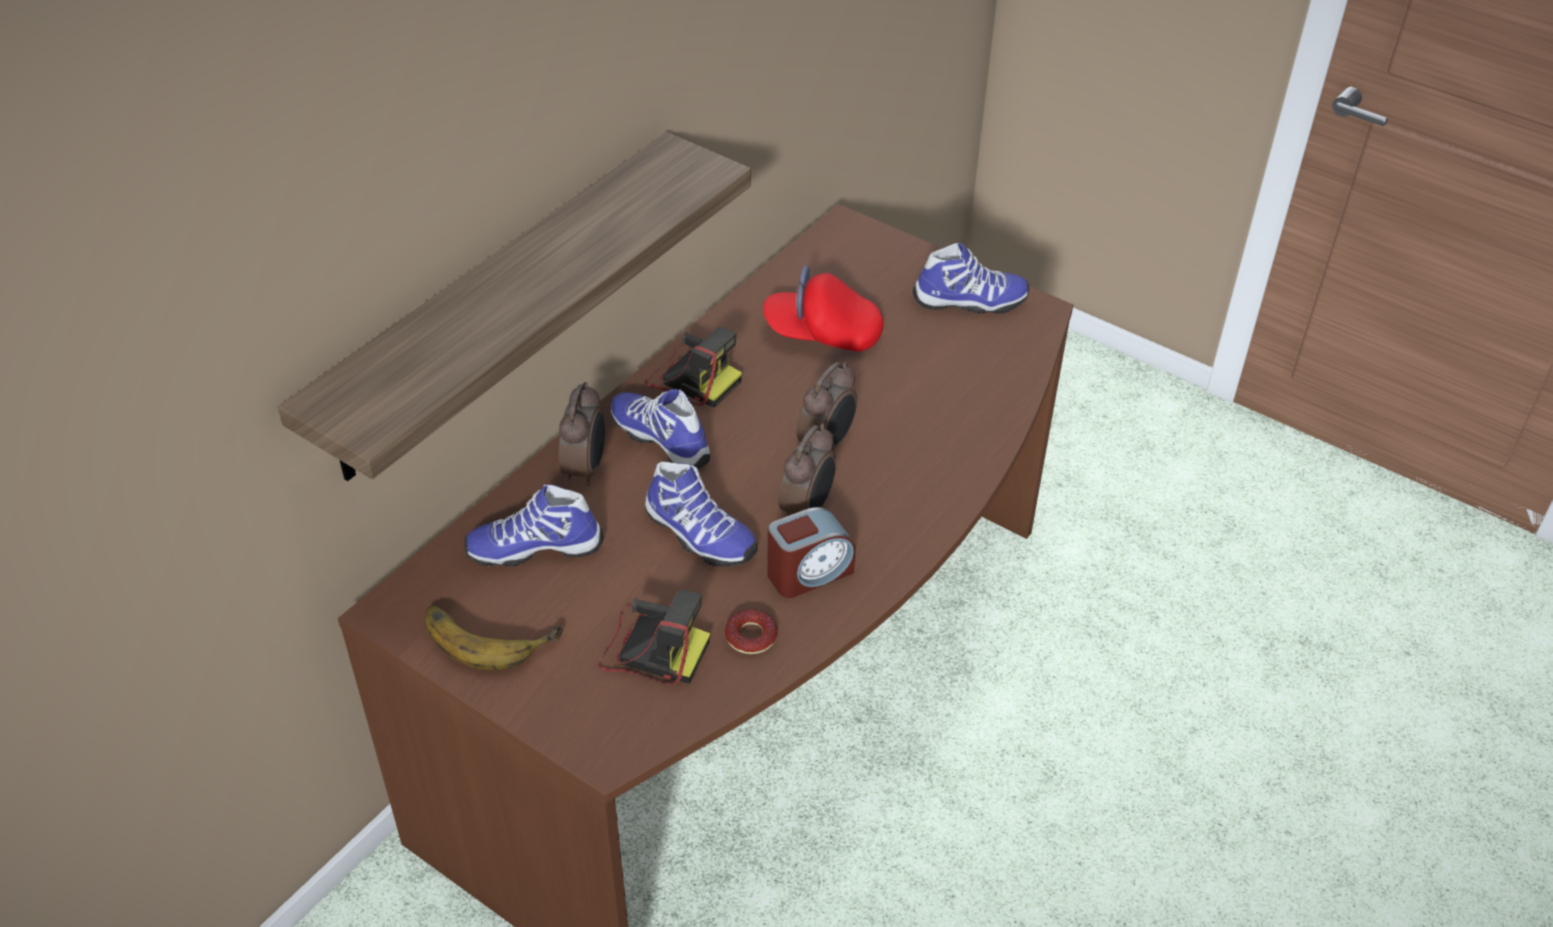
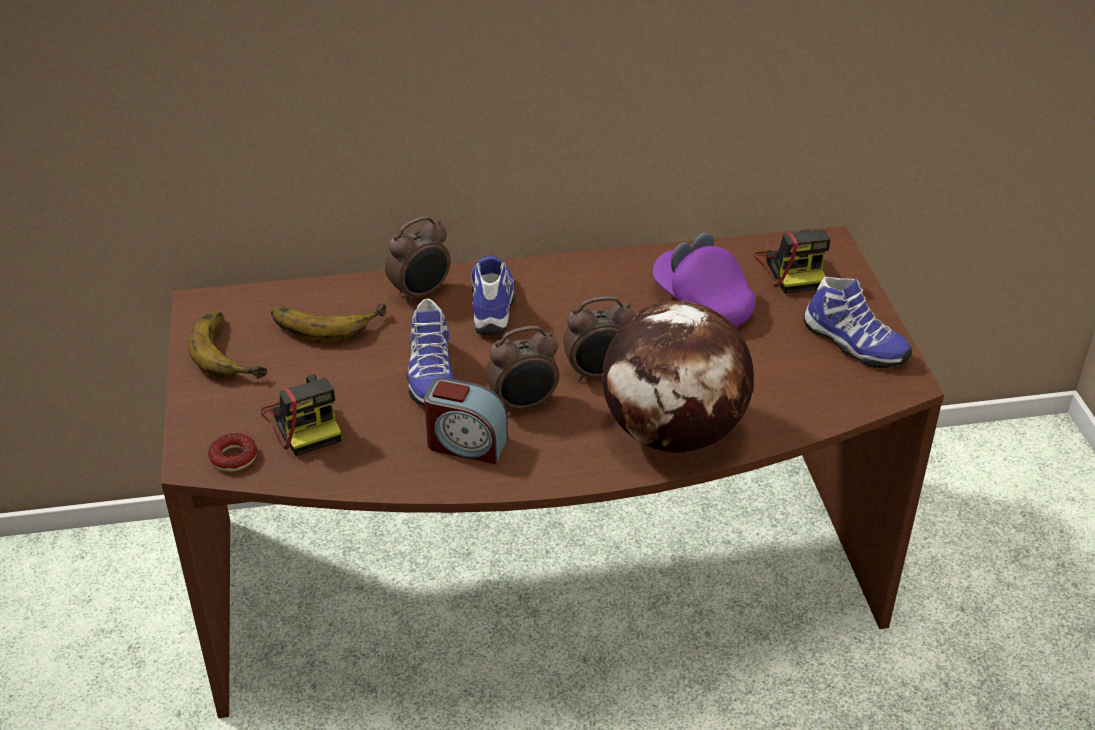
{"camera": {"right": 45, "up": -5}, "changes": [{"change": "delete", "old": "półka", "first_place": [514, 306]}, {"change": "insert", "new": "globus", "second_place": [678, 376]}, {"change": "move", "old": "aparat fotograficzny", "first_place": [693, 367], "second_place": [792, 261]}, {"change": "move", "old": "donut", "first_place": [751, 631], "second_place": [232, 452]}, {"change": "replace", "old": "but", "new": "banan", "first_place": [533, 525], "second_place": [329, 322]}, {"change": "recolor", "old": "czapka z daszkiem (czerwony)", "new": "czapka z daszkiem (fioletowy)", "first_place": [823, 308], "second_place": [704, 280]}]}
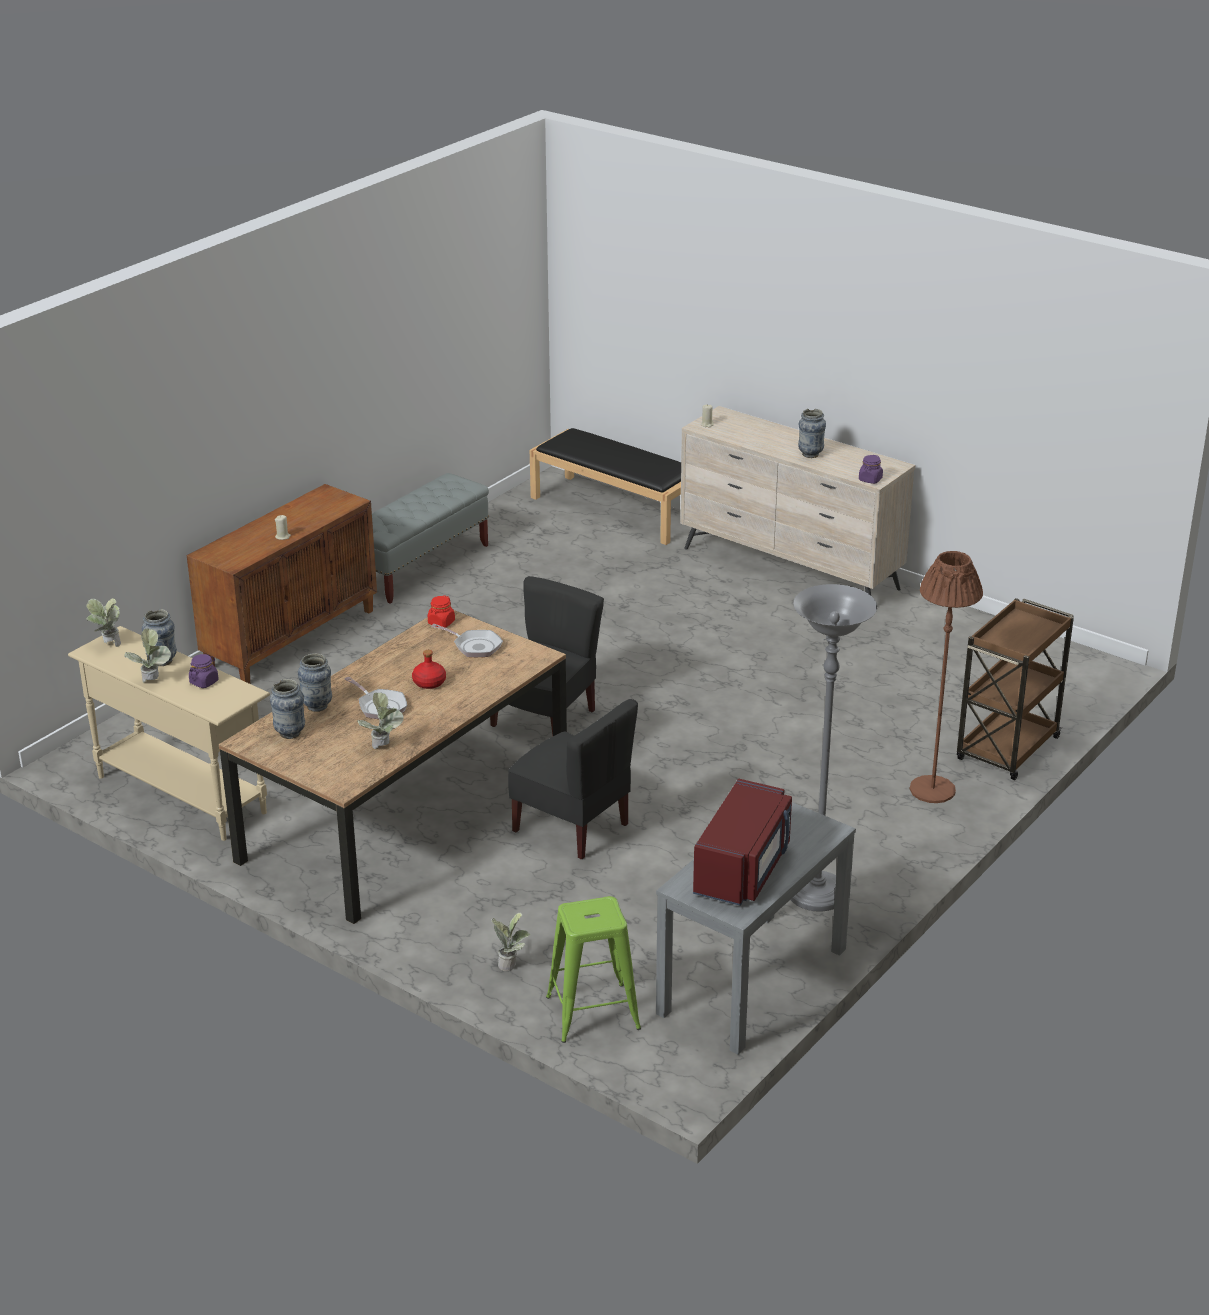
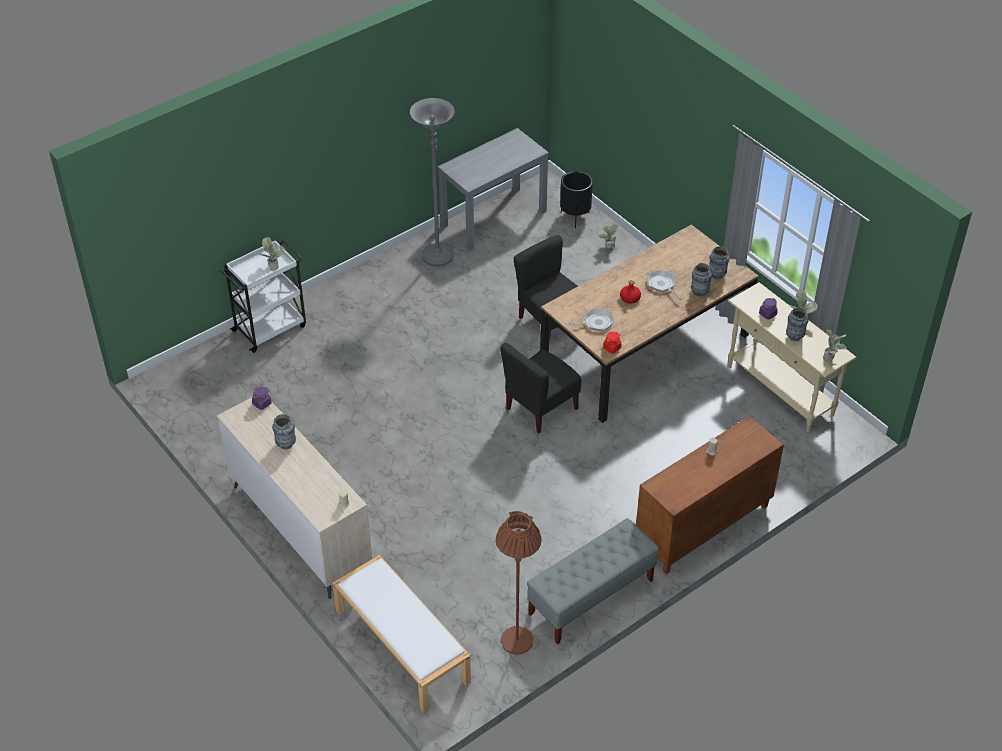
{"camera": {"right": -165, "up": 15}, "changes": [{"change": "delete", "old": "mikrofalówka (czerwony)", "first_place": [742, 842]}, {"change": "move", "old": "roślina doniczkowa", "first_place": [380, 720], "second_place": [271, 254]}, {"change": "move", "old": "lampa stojąca (brązowy)", "first_place": [946, 677], "second_place": [519, 583]}, {"change": "replace", "old": "stołek (zielony)", "new": "donica (czarny)", "first_place": [593, 969], "second_place": [576, 199]}, {"change": "recolor", "old": "ławka (czarny)", "new": "ławka (biały)", "first_place": [605, 486], "second_place": [402, 634]}, {"change": "recolor", "old": "wózek (brązowy)", "new": "wózek (biały)", "first_place": [1015, 689], "second_place": [263, 296]}, {"change": "rotate", "old": "patelnia", "first_place": [467, 640], "second_place": [589, 320], "degrees": 120}]}
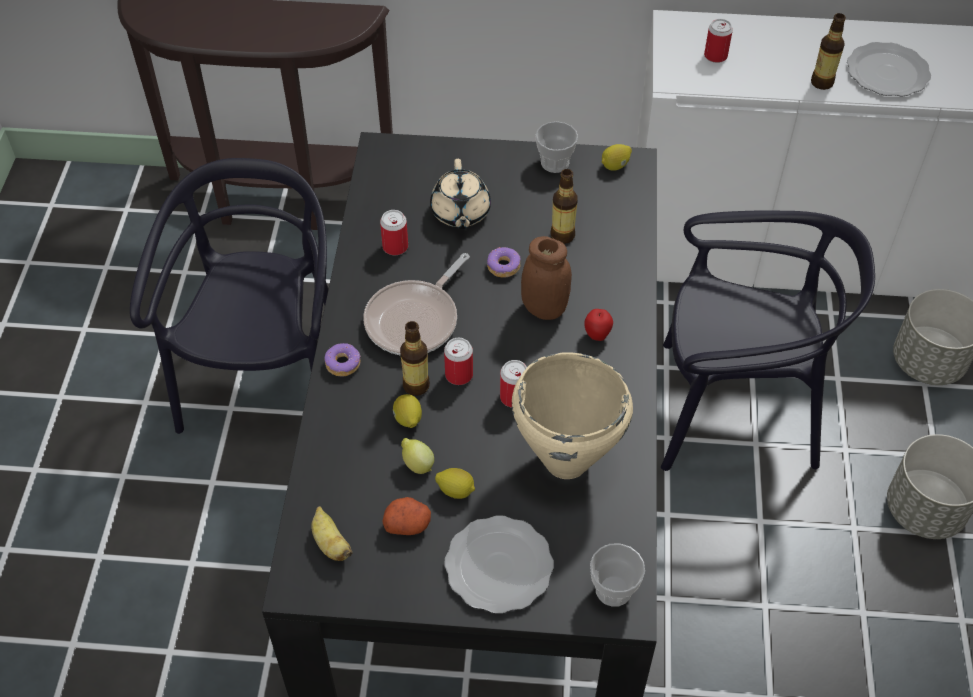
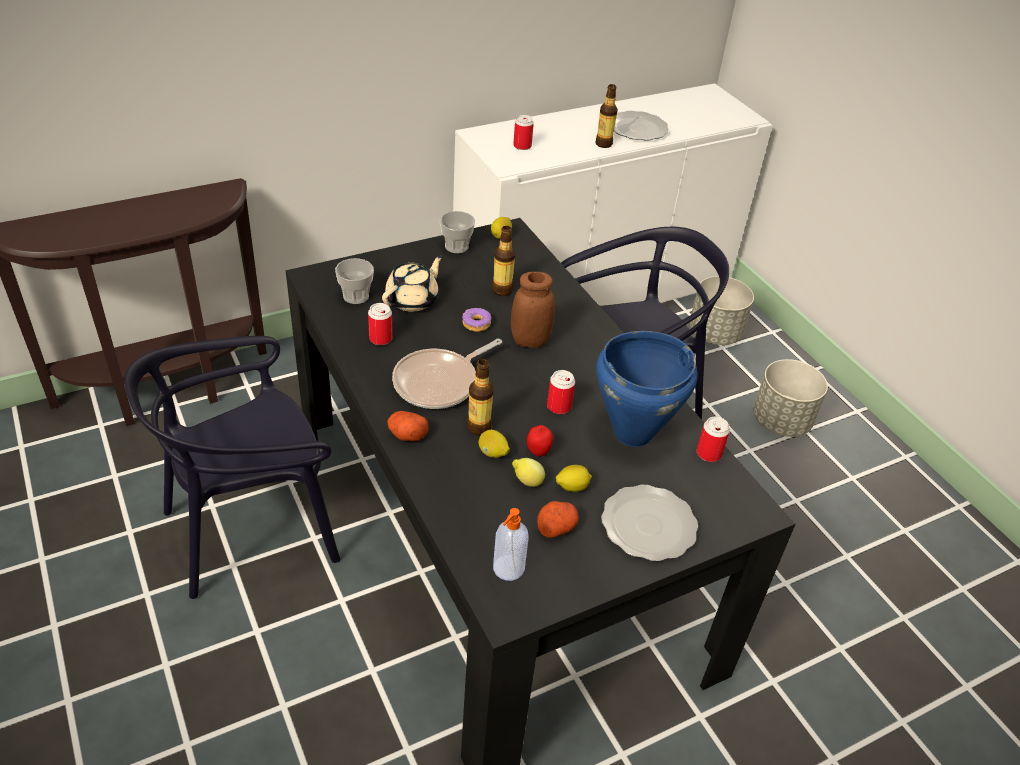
{"camera": {"right": -35, "up": -10}, "changes": [{"change": "move", "old": "puszka", "first_place": [458, 361], "second_place": [713, 439]}, {"change": "move", "old": "jabłko", "first_place": [598, 325], "second_place": [540, 441]}, {"change": "move", "old": "filiżanka", "first_place": [617, 575], "second_place": [354, 281]}, {"change": "replace", "old": "banan", "new": "dozownik mydła", "first_place": [332, 533], "second_place": [511, 544]}, {"change": "replace", "old": "donut", "new": "ziemniak", "first_place": [342, 359], "second_place": [407, 426]}, {"change": "recolor", "old": "garnek (beżowy)", "new": "garnek (niebieski)", "first_place": [572, 415], "second_place": [647, 389]}, {"change": "rotate", "old": "krzesło (czarny)", "first_place": [229, 296], "second_place": [232, 467], "degrees": -90}, {"change": "rotate", "old": "patelnia", "first_place": [416, 304], "second_place": [447, 374], "degrees": 45}, {"change": "rotate", "old": "imbryk (beżowy)", "first_place": [460, 194], "second_place": [412, 283], "degrees": -105}]}
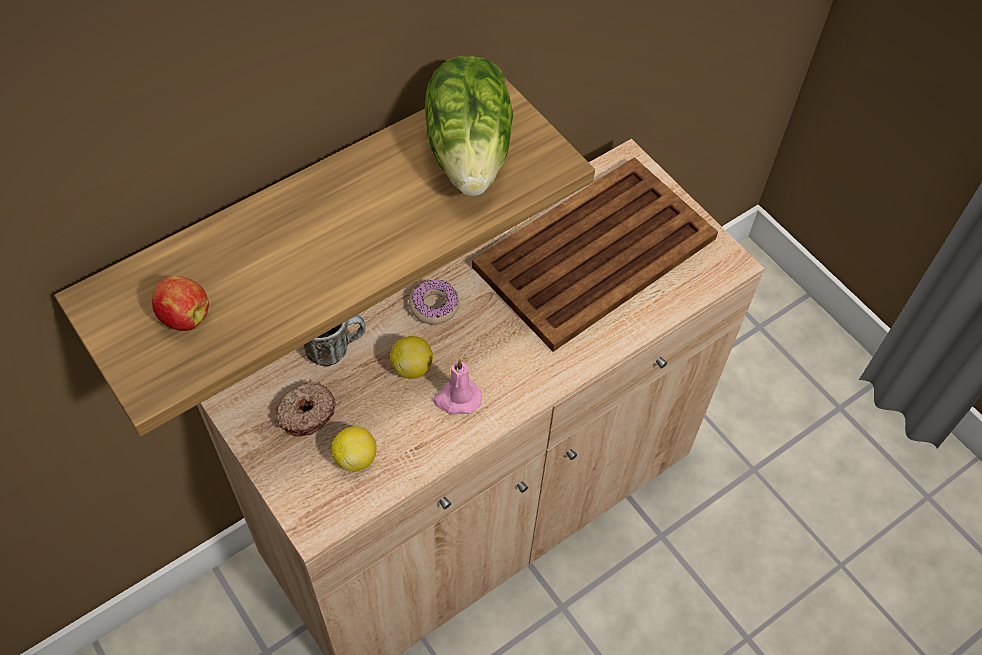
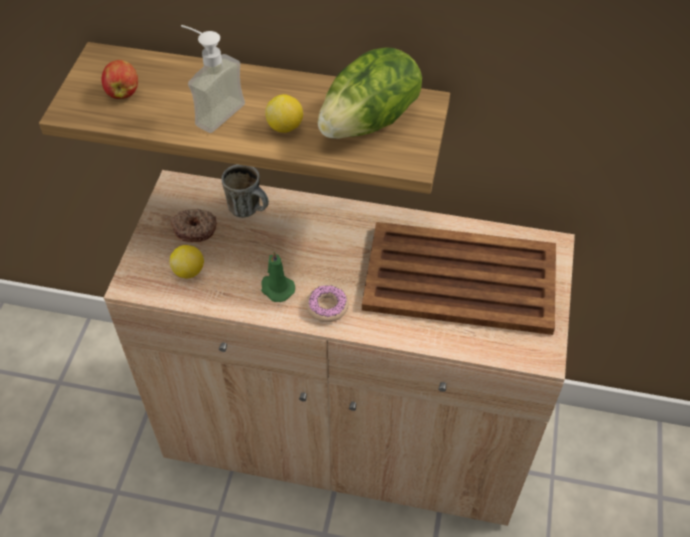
{"camera": {"right": 50, "up": -5}, "changes": [{"change": "insert", "new": "dozownik mydła", "second_place": [213, 79]}, {"change": "move", "old": "cytryna", "first_place": [411, 357], "second_place": [284, 113]}, {"change": "move", "old": "donut", "first_place": [434, 301], "second_place": [327, 303]}, {"change": "recolor", "old": "świeca (różowy)", "new": "świeca (zielony)", "first_place": [457, 387], "second_place": [278, 276]}]}
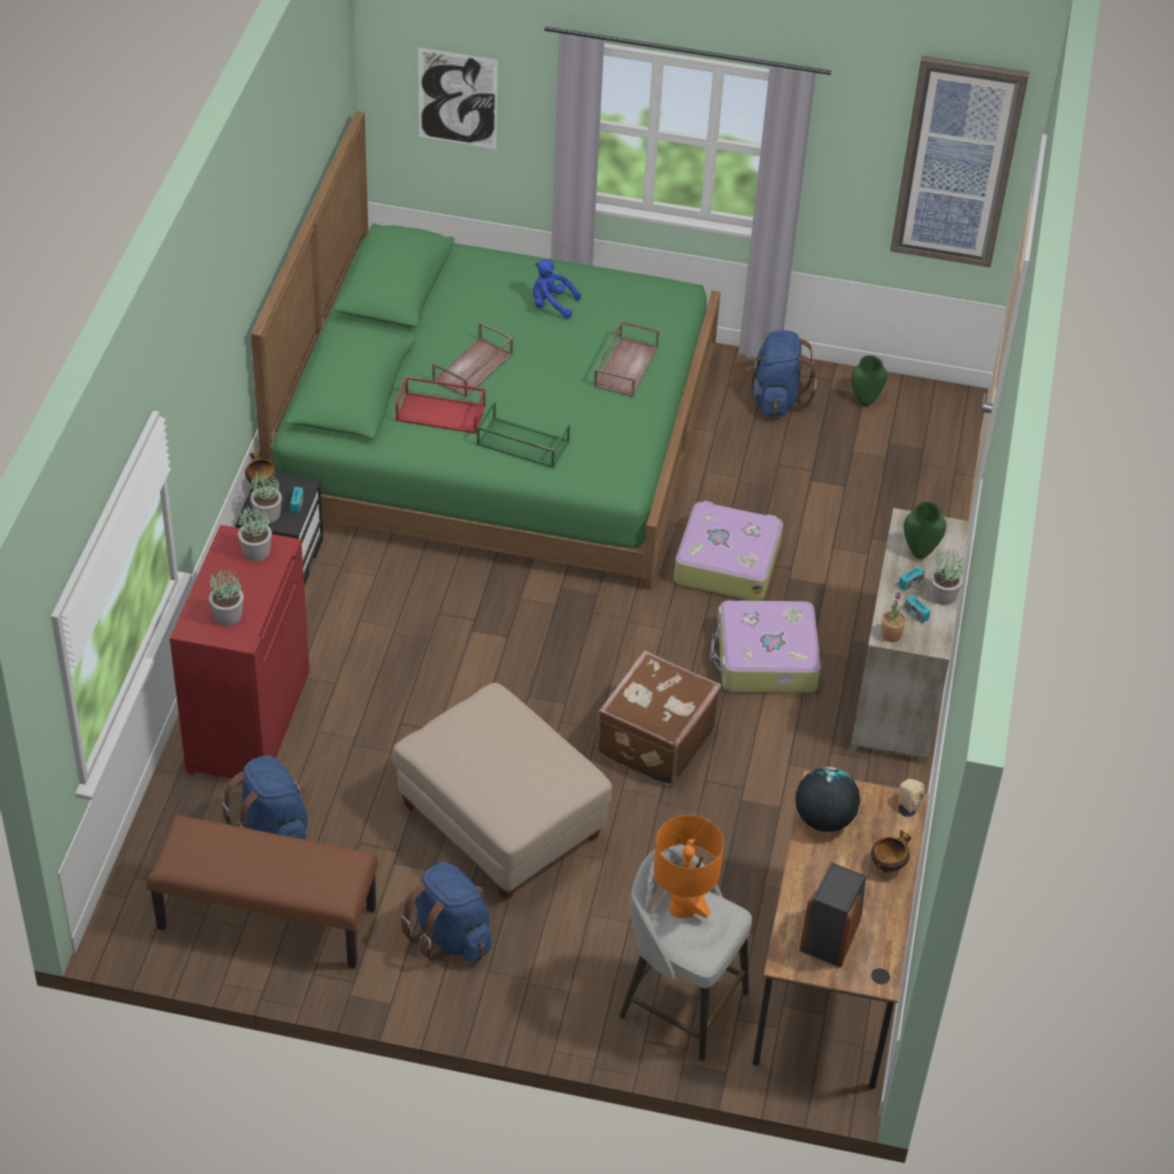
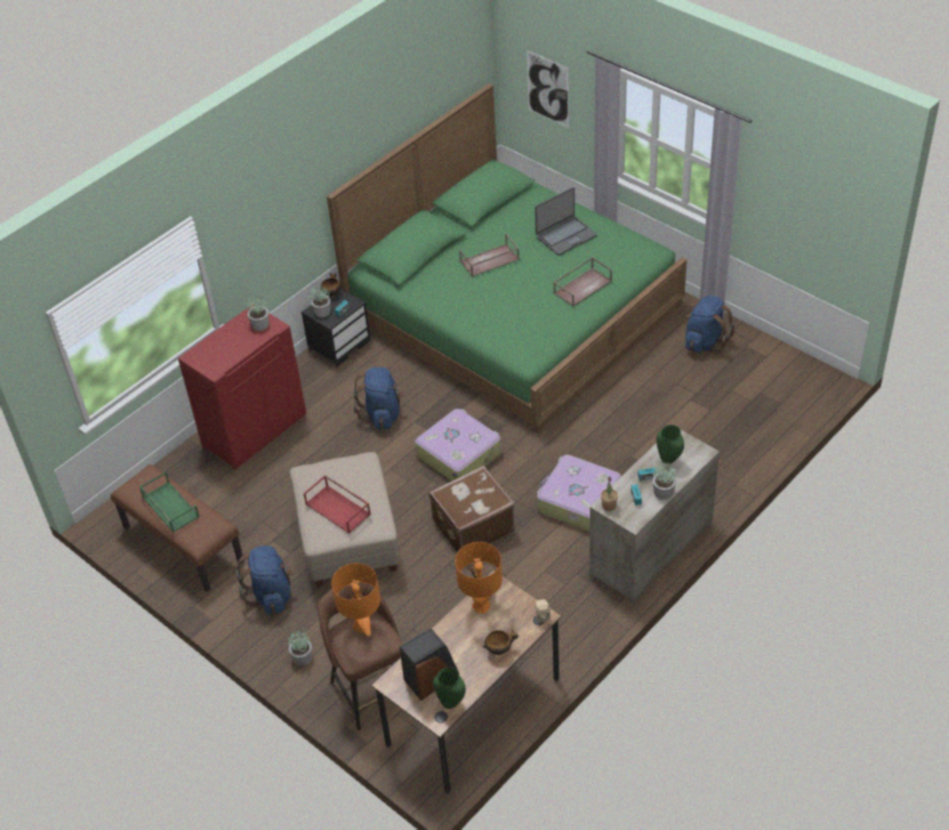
{"camera": {"right": 35, "up": 0}, "changes": [{"change": "delete", "old": "obraz", "first_place": [959, 162]}, {"change": "move", "old": "roślina doniczkowa", "first_place": [226, 596], "second_place": [300, 647]}, {"change": "move", "old": "plecak (niebieski)", "first_place": [264, 797], "second_place": [379, 398]}, {"change": "move", "old": "taca (czerwony)", "first_place": [441, 405], "second_place": [337, 504]}, {"change": "move", "old": "taca (zielony)", "first_place": [523, 434], "second_place": [169, 502]}, {"change": "move", "old": "walizka", "first_place": [728, 551], "second_place": [458, 445]}, {"change": "move", "old": "wazon (zielony)", "first_place": [869, 380], "second_place": [449, 688]}, {"change": "replace", "old": "pluszak (niebieski)", "new": "laptop", "first_place": [557, 289], "second_place": [566, 221]}, {"change": "replace", "old": "globus", "new": "lampa stołowa (pomarańczowy)", "first_place": [827, 799], "second_place": [478, 577]}, {"change": "recolor", "old": "stołek (szary)", "new": "stołek (brązowy)", "first_place": [685, 952], "second_place": [360, 656]}]}
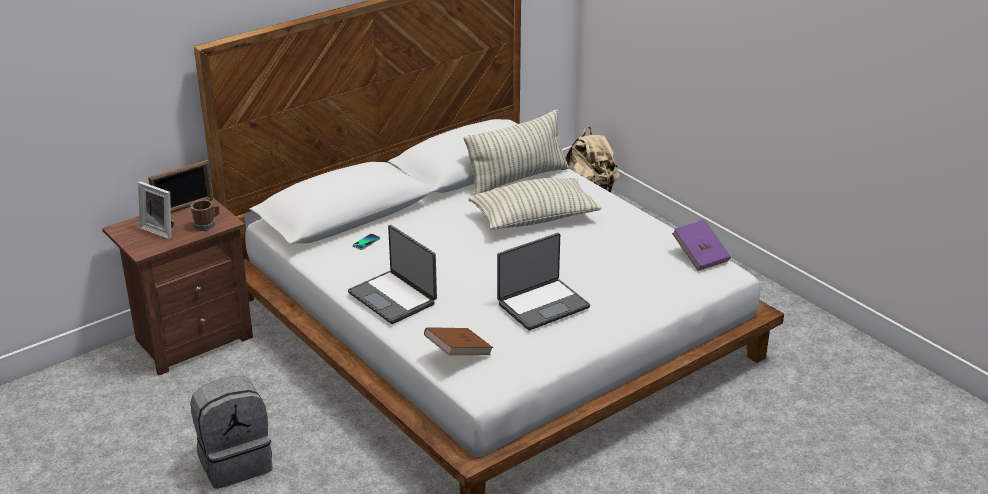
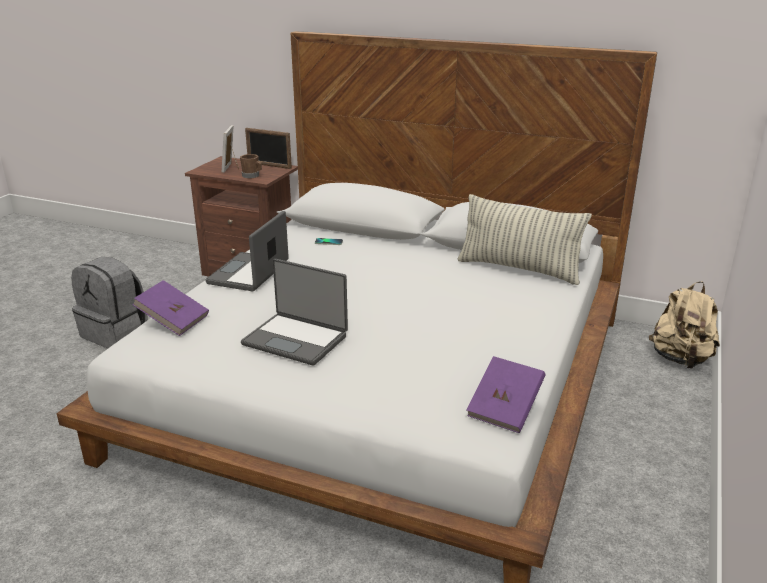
{"camera": {"right": 60, "up": -5}, "changes": [{"change": "delete", "old": "poduszka", "first_place": [535, 204]}, {"change": "recolor", "old": "książka (brązowy)", "new": "książka (fioletowy)", "first_place": [458, 341], "second_place": [170, 308]}]}
